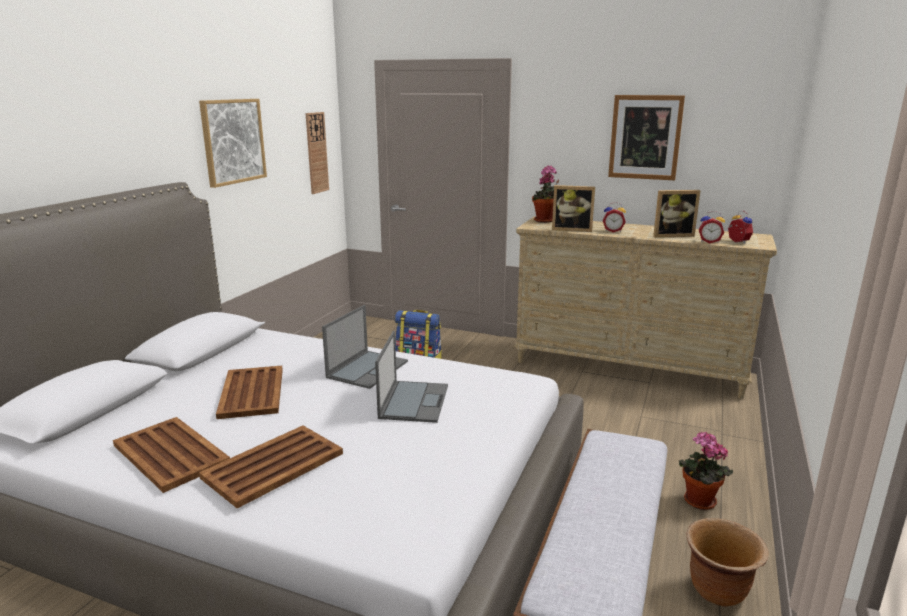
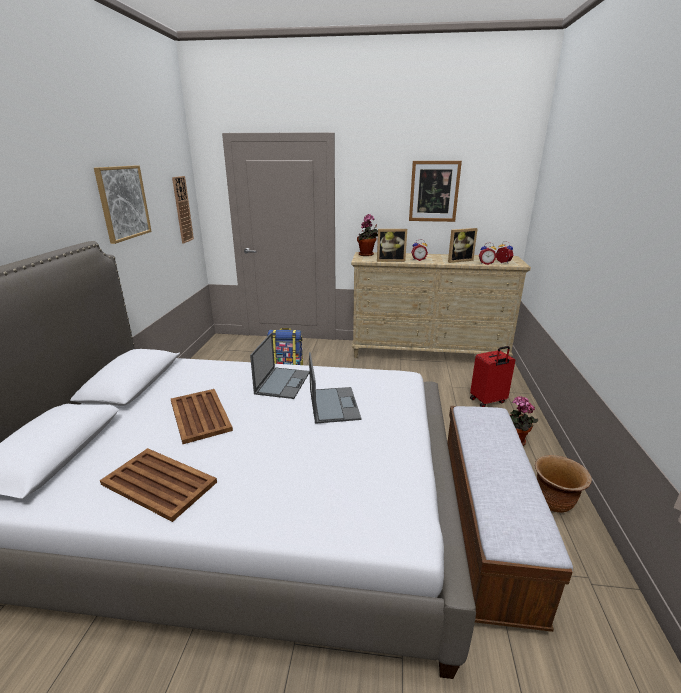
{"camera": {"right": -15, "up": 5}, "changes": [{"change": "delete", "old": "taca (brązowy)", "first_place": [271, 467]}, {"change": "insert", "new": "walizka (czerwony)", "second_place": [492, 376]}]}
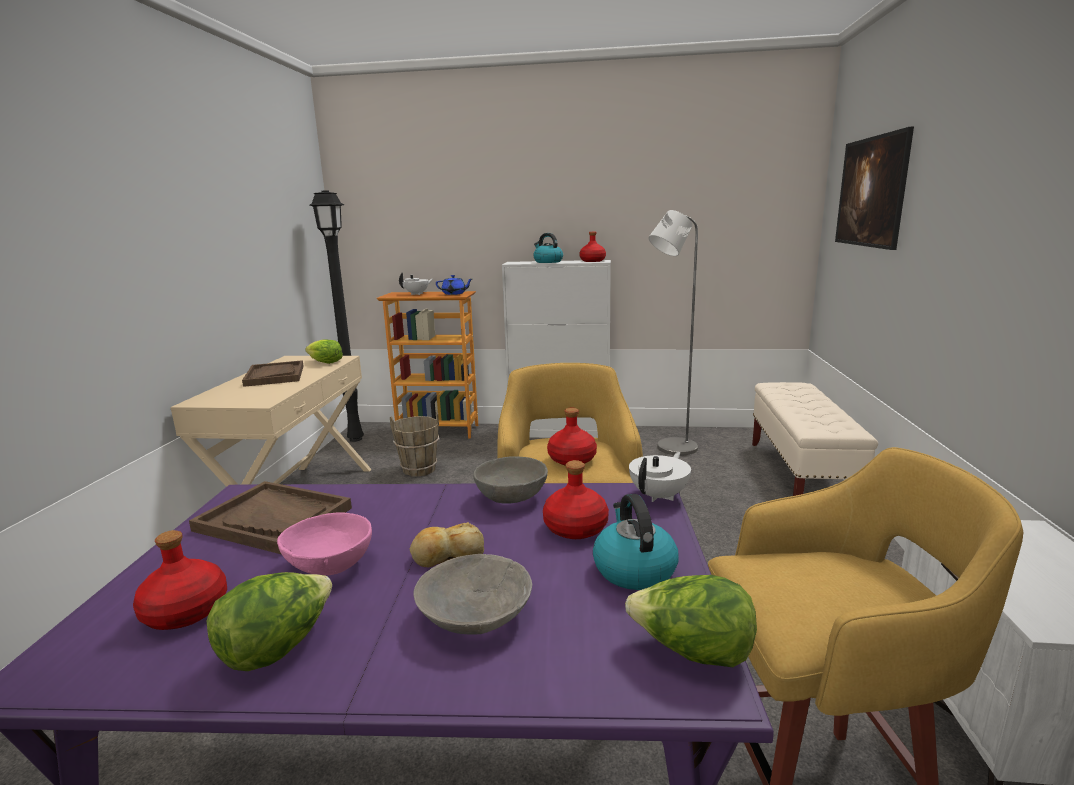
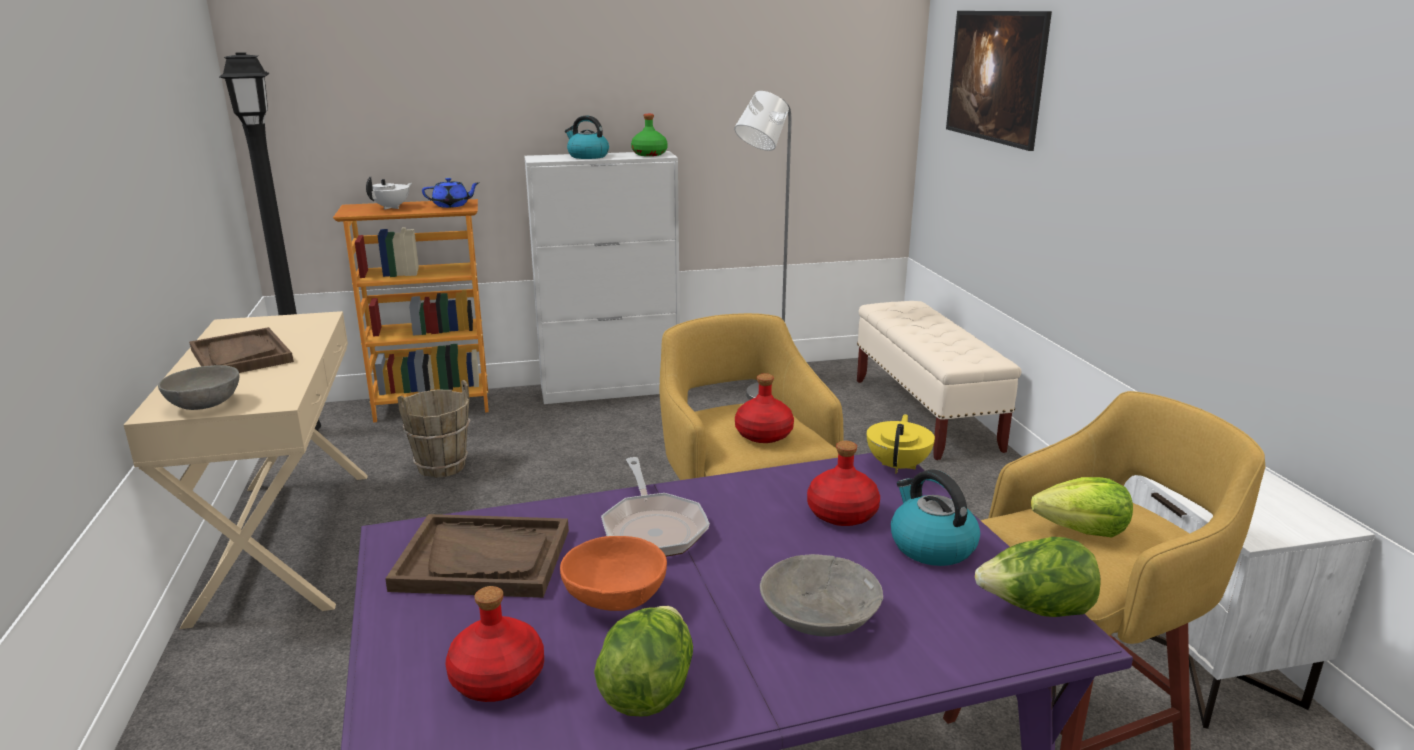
{"camera": {"right": -20, "up": 5}, "changes": [{"change": "delete", "old": "chleb", "first_place": [447, 544]}, {"change": "insert", "new": "patelnia", "second_place": [655, 507]}, {"change": "move", "old": "sałata", "first_place": [324, 352], "second_place": [1082, 507]}, {"change": "move", "old": "miska (szary)", "first_place": [510, 480], "second_place": [198, 387]}, {"change": "recolor", "old": "miska (różowy)", "new": "miska (pomarańczowy)", "first_place": [324, 544], "second_place": [613, 573]}, {"change": "recolor", "old": "butelka (czerwony)", "new": "butelka (zielony)", "first_place": [592, 247], "second_place": [649, 135]}, {"change": "recolor", "old": "imbryk (biały)", "new": "imbryk (żółty)", "first_place": [660, 477], "second_place": [901, 444]}]}
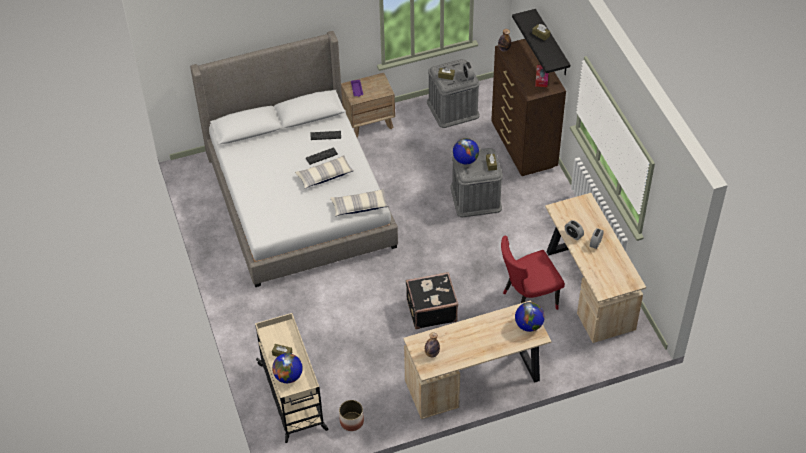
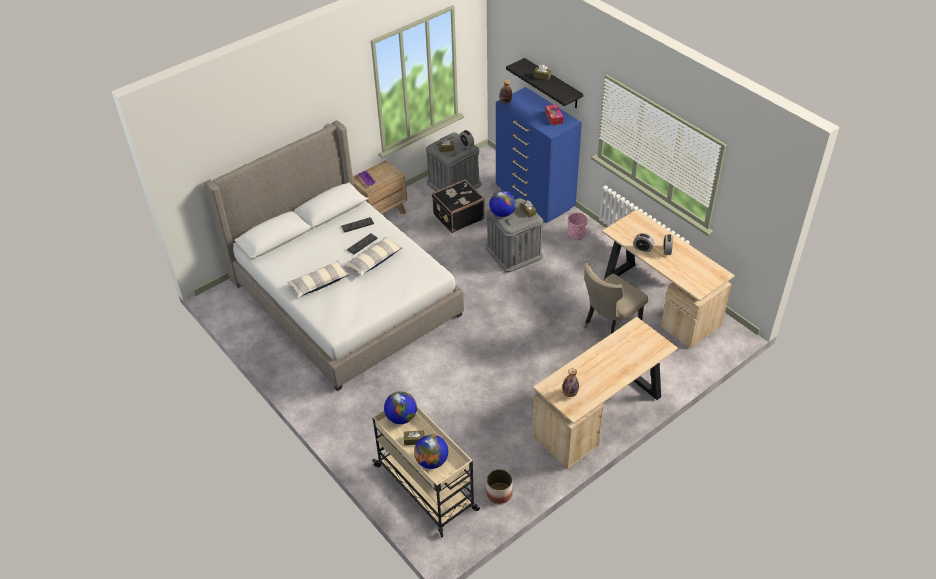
{"camera": {"right": -20, "up": -5}, "changes": [{"change": "insert", "new": "donica (różowy)", "second_place": [578, 226]}, {"change": "move", "old": "poduszka", "first_place": [359, 202], "second_place": [318, 279]}, {"change": "move", "old": "walizka (czarny)", "first_place": [432, 300], "second_place": [458, 206]}, {"change": "move", "old": "globus", "first_place": [530, 317], "second_place": [400, 407]}, {"change": "recolor", "old": "komoda (brązowy)", "new": "komoda (niebieski)", "first_place": [528, 107], "second_place": [539, 155]}, {"change": "recolor", "old": "krzesło (czerwony)", "new": "krzesło (beżowy)", "first_place": [533, 273], "second_place": [616, 298]}]}
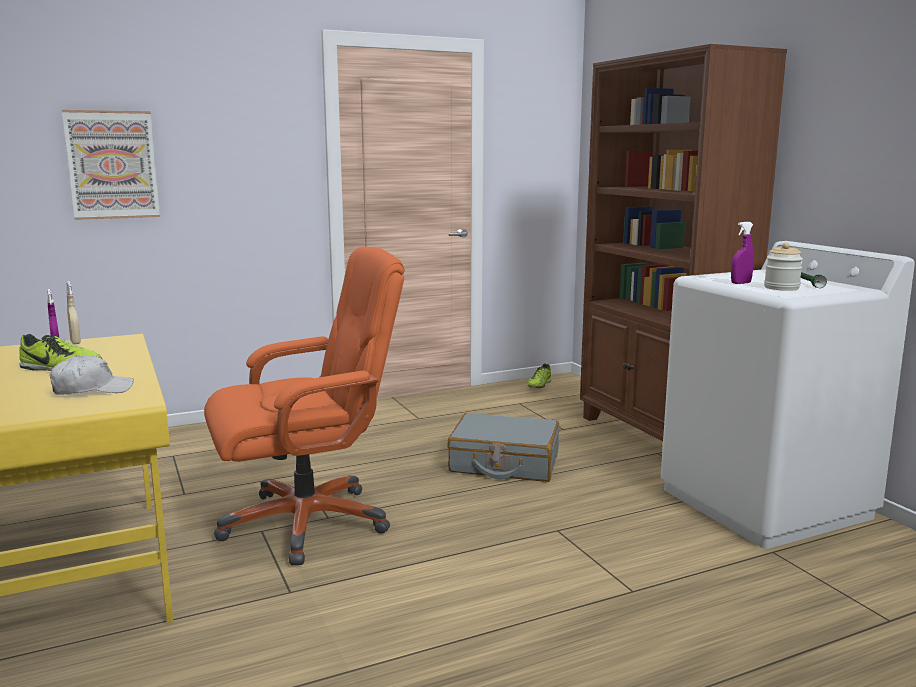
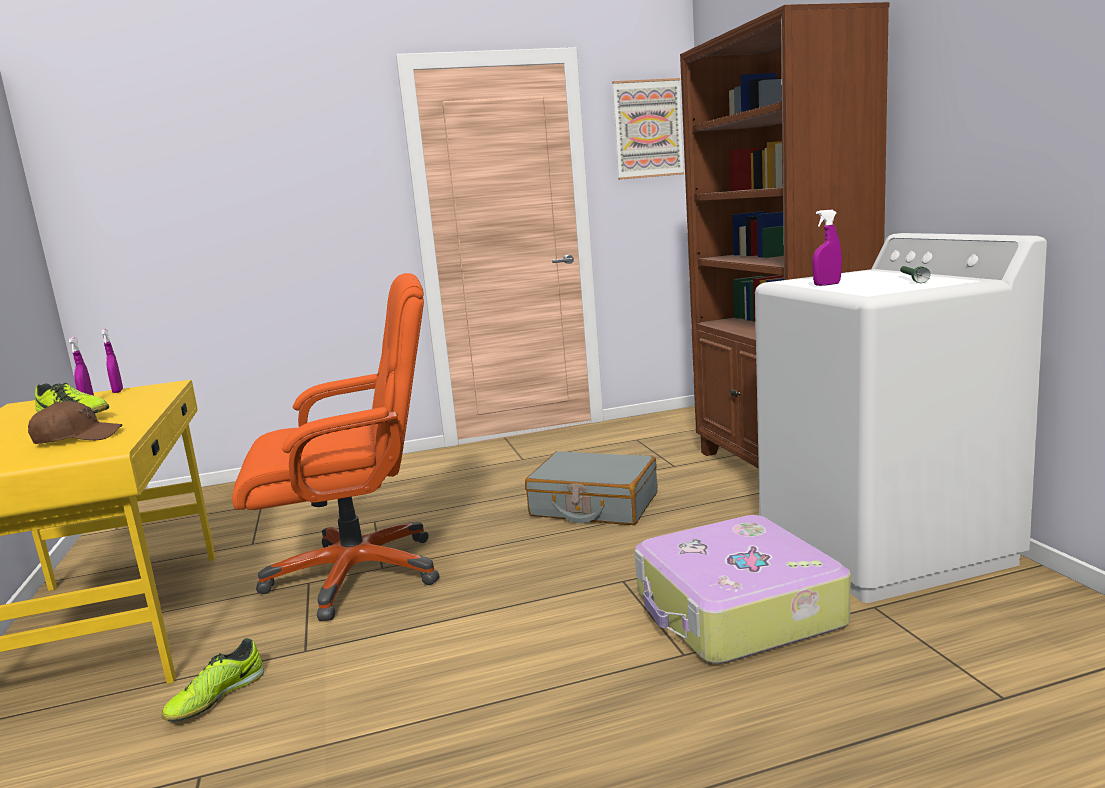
{"camera": {"right": 10, "up": 0}, "changes": [{"change": "delete", "old": "słoik", "first_place": [783, 267]}, {"change": "insert", "new": "walizka", "second_place": [742, 589]}, {"change": "move", "old": "obraz", "first_place": [111, 165], "second_place": [648, 129]}, {"change": "move", "old": "but", "first_place": [539, 375], "second_place": [213, 680]}, {"change": "recolor", "old": "czapka z daszkiem (biały)", "new": "czapka z daszkiem (brązowy)", "first_place": [91, 375], "second_place": [75, 422]}, {"change": "recolor", "old": "spryskiwacz (beżowy)", "new": "spryskiwacz (fioletowy)", "first_place": [73, 312], "second_place": [112, 361]}]}
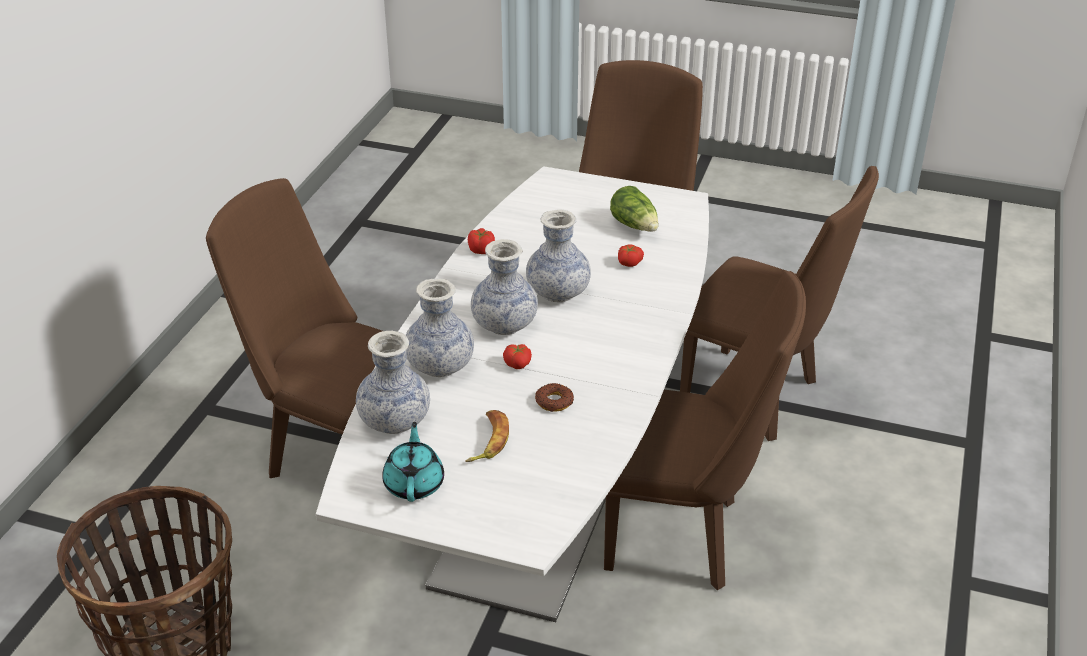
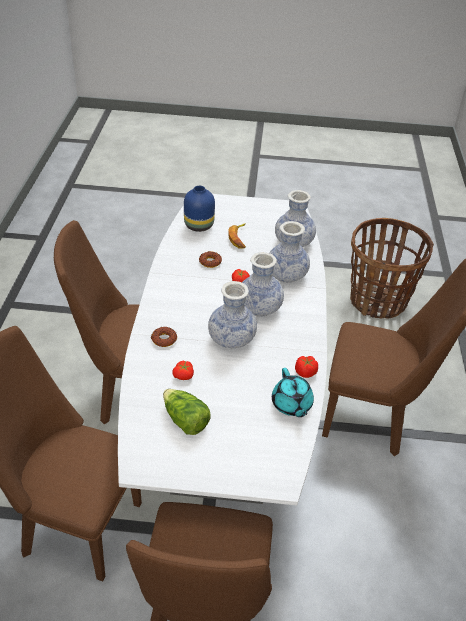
{"camera": {"right": 165, "up": 5}, "changes": [{"change": "insert", "new": "donut", "second_place": [164, 337]}, {"change": "insert", "new": "wazon (niebieski)", "second_place": [199, 209]}, {"change": "move", "old": "imbryk (turkusowy)", "first_place": [413, 462], "second_place": [293, 392]}]}
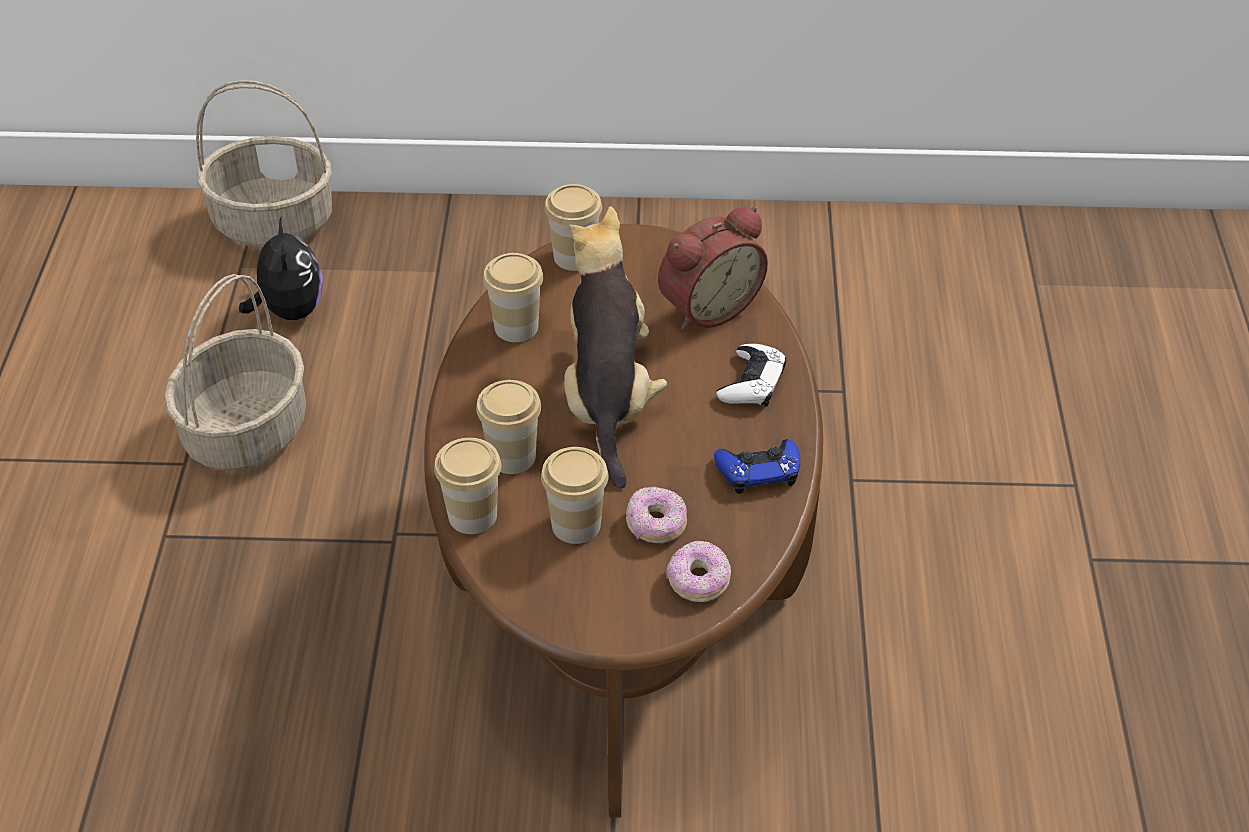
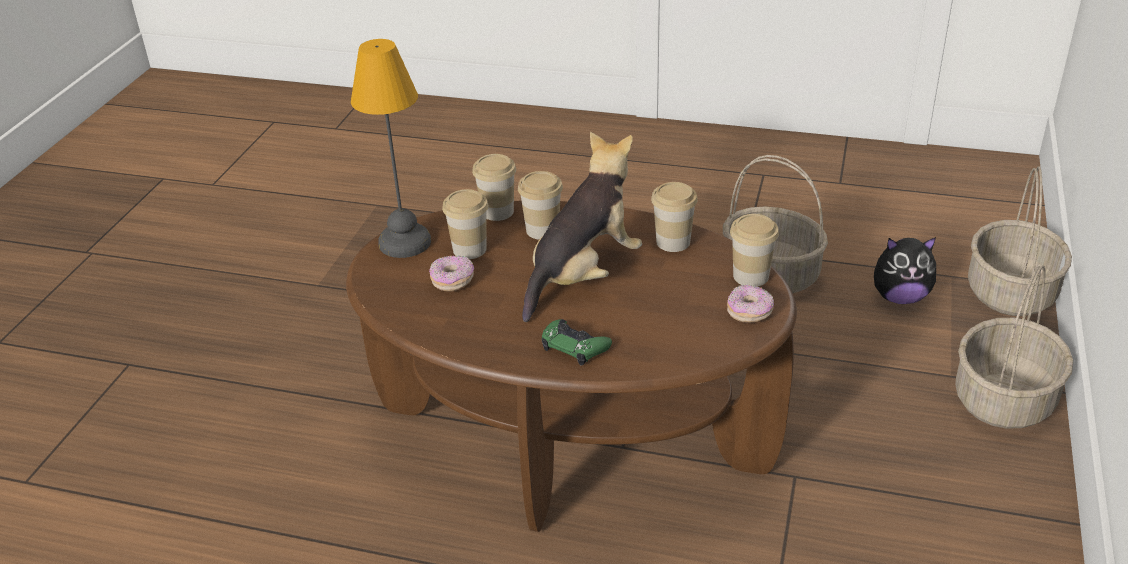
{"camera": {"right": 105, "up": -10}, "changes": [{"change": "delete", "old": "budzik", "first_place": [713, 268]}, {"change": "delete", "old": "pad do gier (niebieski)", "first_place": [757, 466]}, {"change": "insert", "new": "lampa stołowa", "second_place": [391, 148]}, {"change": "insert", "new": "koszyk", "second_place": [1014, 346]}, {"change": "move", "old": "donut", "first_place": [698, 571], "second_place": [750, 304]}, {"change": "recolor", "old": "pad do gier (biały)", "new": "pad do gier (zielony)", "first_place": [751, 375], "second_place": [577, 342]}, {"change": "rotate", "old": "pluszak", "first_place": [615, 347], "second_place": [582, 227], "degrees": -60}]}
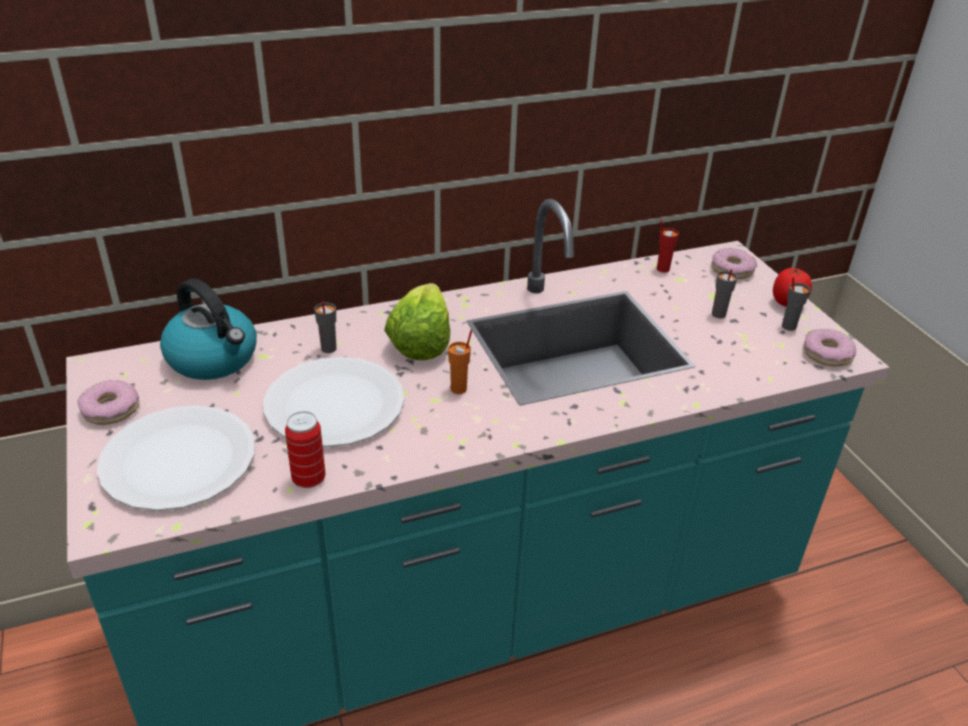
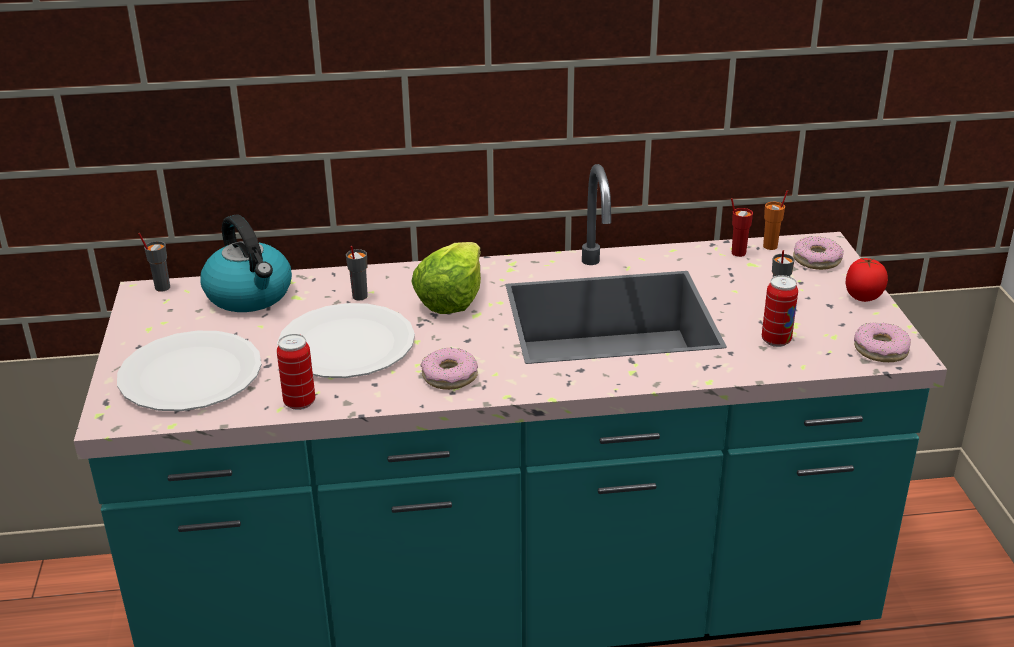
{"camera": {"right": 15, "up": -5}, "changes": [{"change": "insert", "new": "puszka", "second_place": [780, 311]}, {"change": "move", "old": "donut", "first_place": [108, 402], "second_place": [449, 368]}, {"change": "move", "old": "filiżanka (pomarańczowy)", "first_place": [460, 362], "second_place": [775, 220]}, {"change": "move", "old": "filiżanka (szary)", "first_place": [796, 304], "second_place": [154, 262]}]}
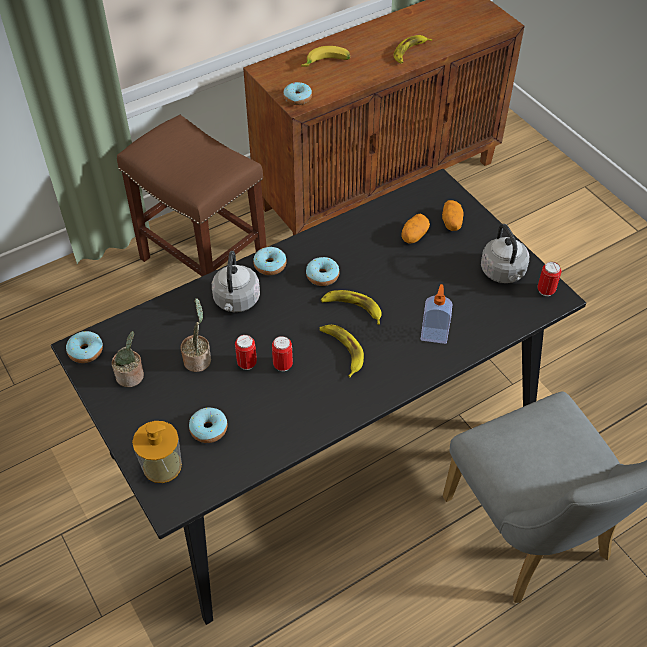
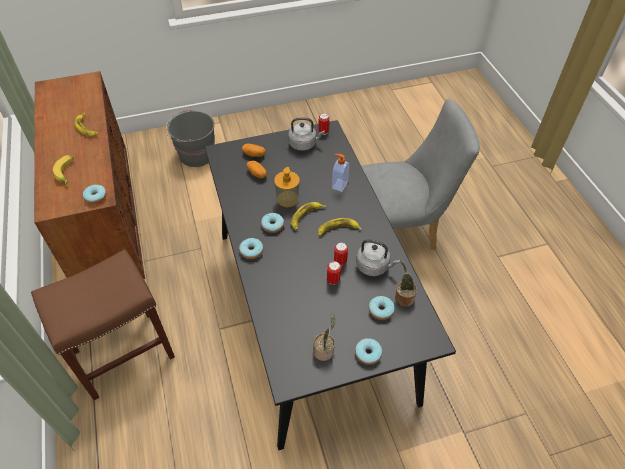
{"camera": {"right": -75, "up": 0}, "changes": [{"change": "insert", "new": "wiadro (szary)", "second_place": [190, 138]}, {"change": "move", "old": "donut", "first_place": [84, 347], "second_place": [368, 351]}, {"change": "move", "old": "dozownik mydła", "first_place": [157, 452], "second_place": [287, 187]}, {"change": "move", "old": "roślina doniczkowa", "first_place": [196, 335], "second_place": [406, 284]}, {"change": "move", "old": "czajnik (szary)", "first_place": [236, 281], "second_place": [378, 257]}]}
